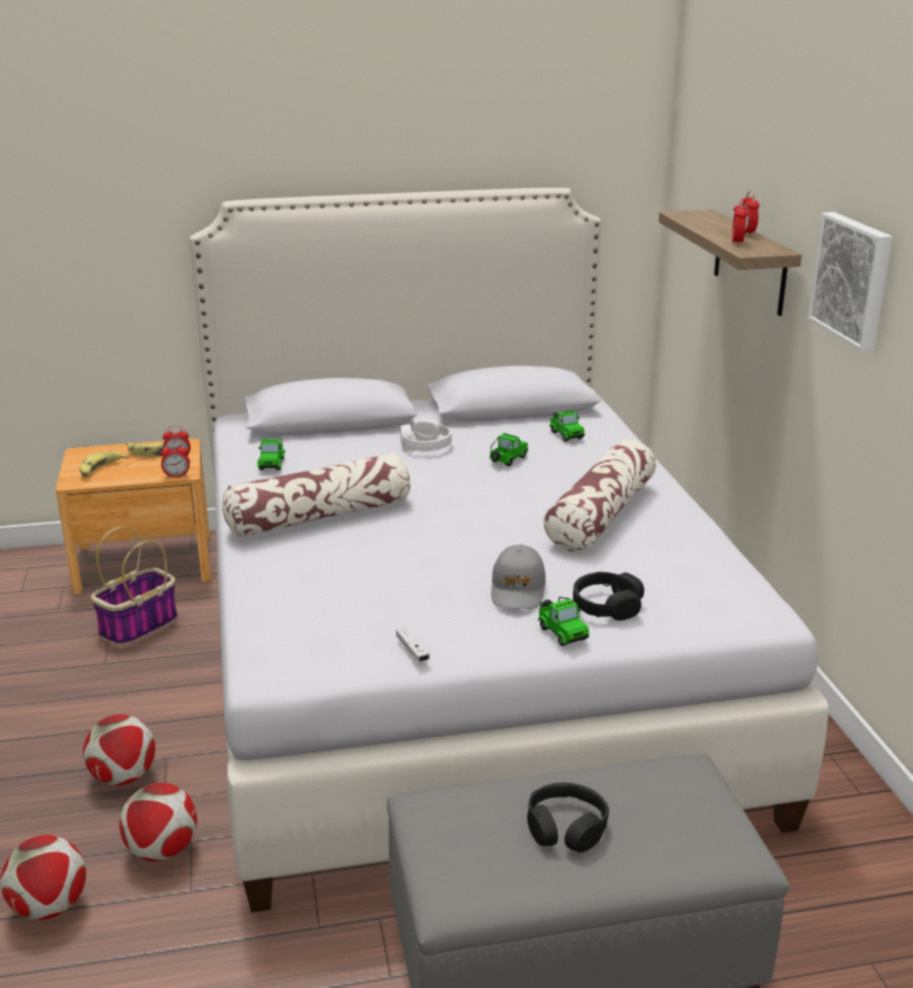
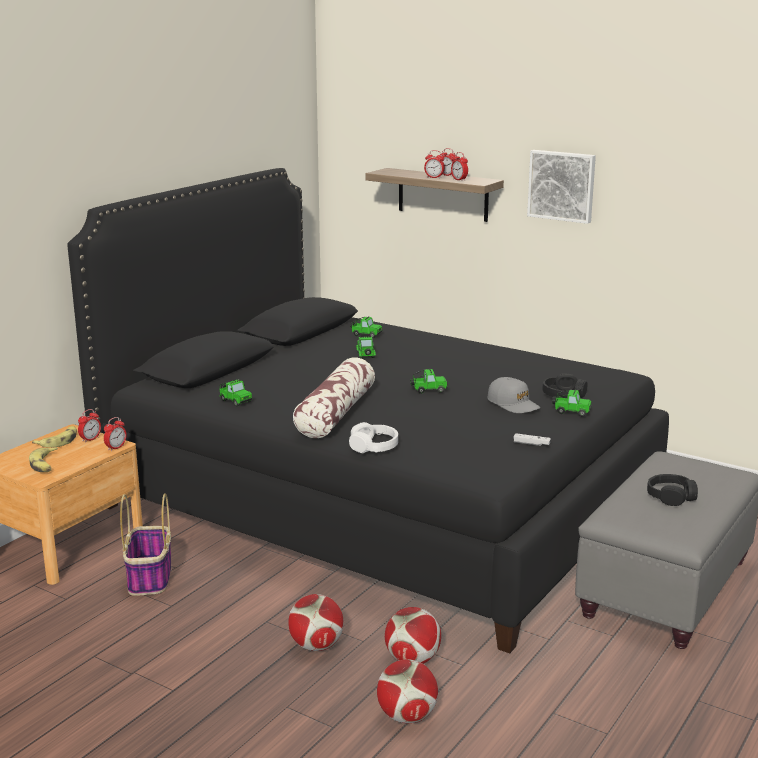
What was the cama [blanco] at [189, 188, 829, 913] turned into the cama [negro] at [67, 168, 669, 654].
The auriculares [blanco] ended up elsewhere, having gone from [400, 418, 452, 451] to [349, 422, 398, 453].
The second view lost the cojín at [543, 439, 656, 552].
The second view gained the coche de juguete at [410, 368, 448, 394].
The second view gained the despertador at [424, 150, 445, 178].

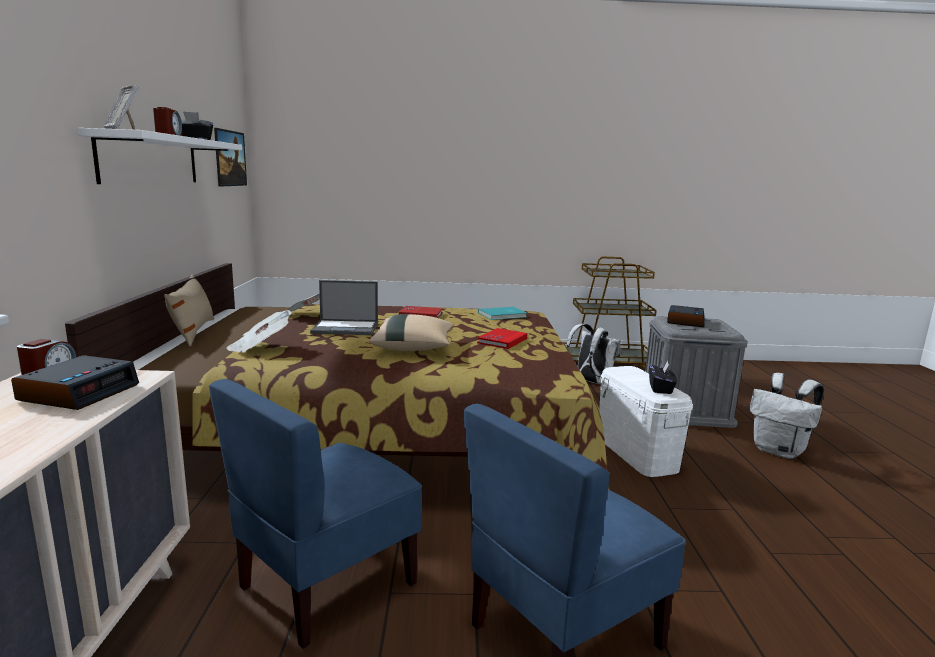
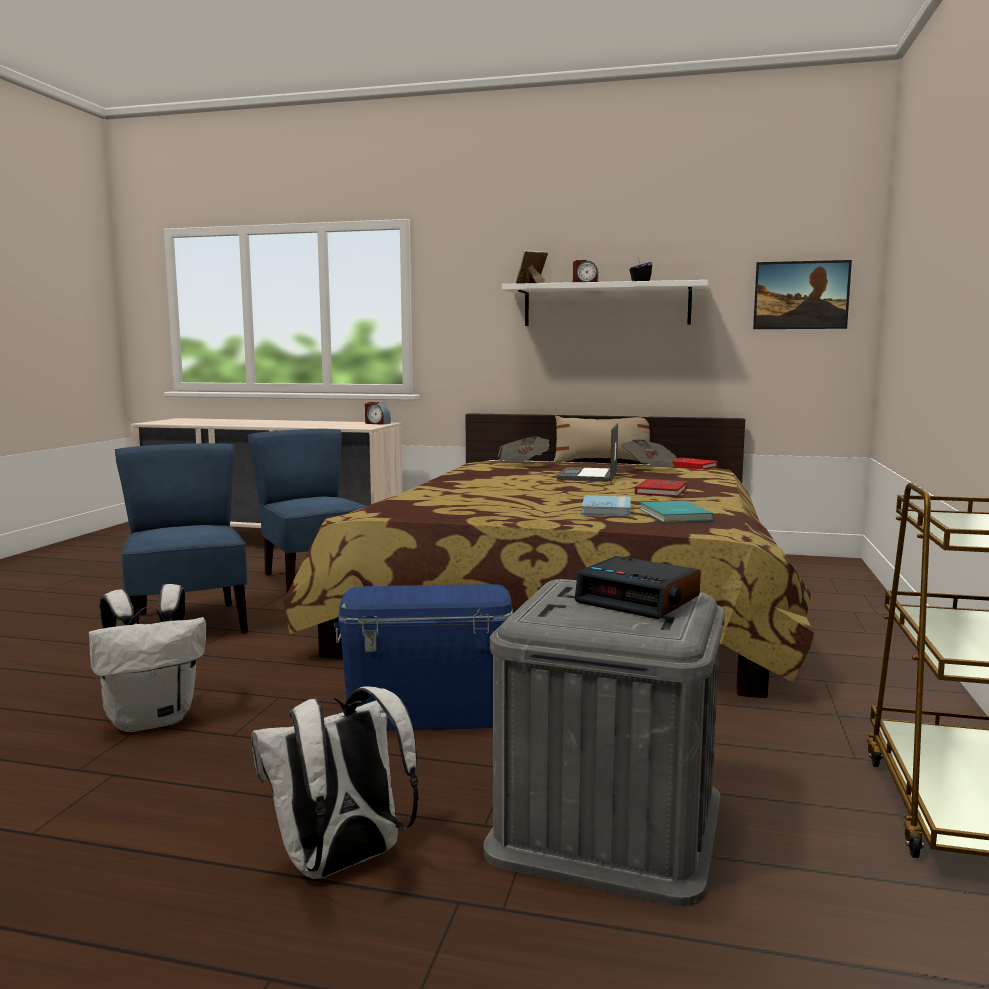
The second view lost the despertador at [11, 355, 139, 410].
The second view lost the cojín [beis] at [369, 314, 454, 351].
The libro [rojo] ended up elsewhere, having gone from [477, 328, 527, 349] to [672, 458, 718, 469].
The mochila [blanco] ended up elsewhere, having gone from [566, 324, 621, 384] to [89, 584, 206, 732].
What was the caja de almacenaje [blanco] at [599, 366, 693, 477] turned into the caja de almacenaje [azul] at [334, 584, 514, 731].
The second view lost the caja de pañuelos [negro] at [649, 361, 677, 394].
The second view gained the libro [azul] at [581, 496, 631, 516].

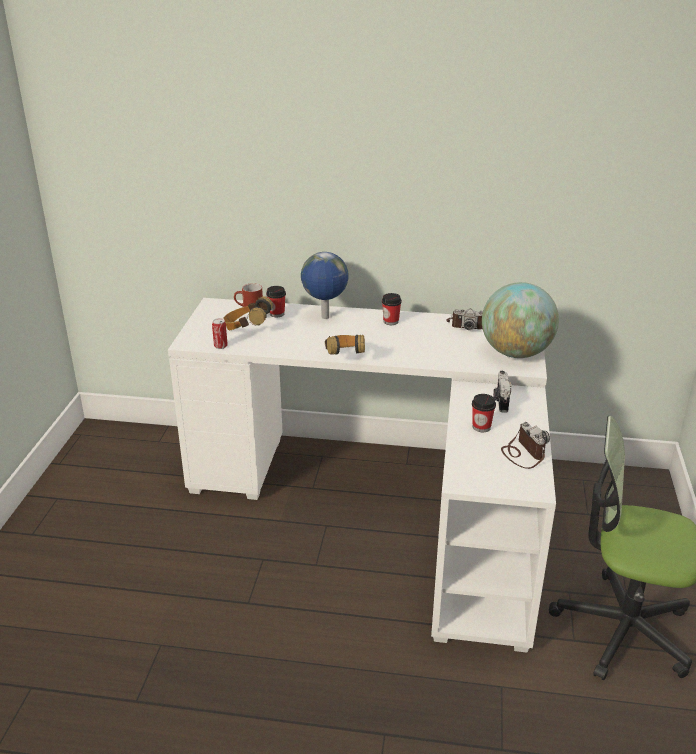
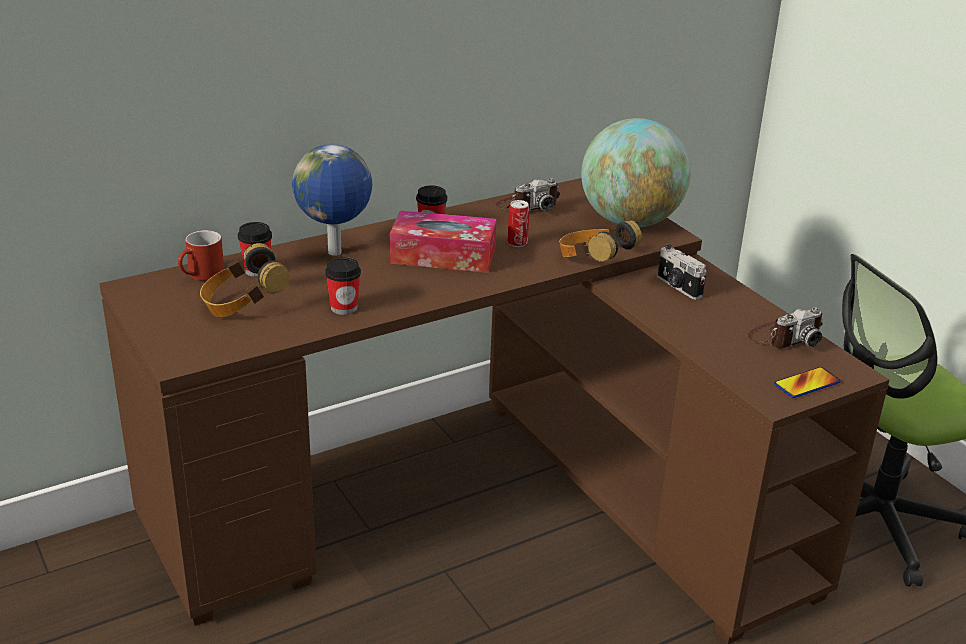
What was the escritorio [blanco] at [168, 298, 556, 652] turned into the escritorio [marrón] at [99, 178, 890, 644].
The lata ended up elsewhere, having gone from [212, 318, 228, 349] to [507, 200, 530, 247].
The auriculares ended up elsewhere, having gone from [325, 334, 365, 355] to [559, 220, 642, 262].
The taza ended up elsewhere, having gone from [472, 394, 496, 432] to [325, 257, 361, 315].
The cámara at [501, 422, 550, 469] ended up facing another way, 120 degrees clockwise from before.
The second view gained the caja de pañuelos at [390, 210, 496, 273].
The second view gained the móvil at [774, 367, 841, 398].

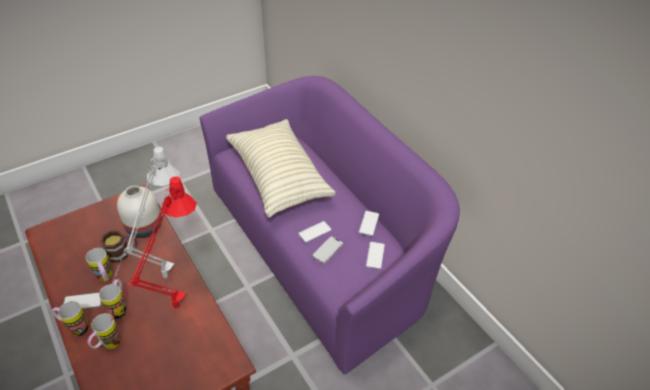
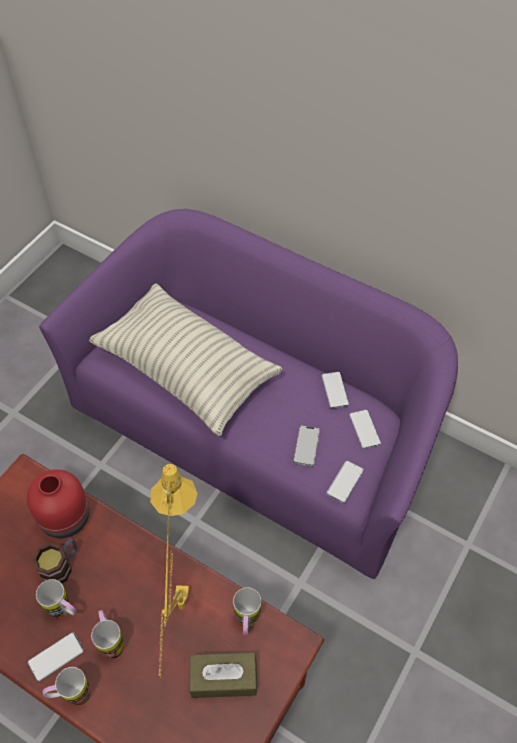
The taza grande ended up elsewhere, having gone from [88, 313, 120, 349] to [233, 587, 261, 635].
The second view lost the lámpara de mesa [gris] at [110, 147, 180, 290].
What was the lámpara de mesa [rojo] at [111, 177, 197, 322] turned into the lámpara de mesa [amarillo] at [150, 464, 198, 677].
What was the florero [blanco] at [117, 186, 162, 238] turned into the florero [rojo] at [27, 469, 90, 538].
The móvil ended up elsewhere, having gone from [298, 221, 332, 243] to [326, 460, 364, 503].
The second view gained the caja de pañuelos [marrón] at [189, 652, 257, 698].

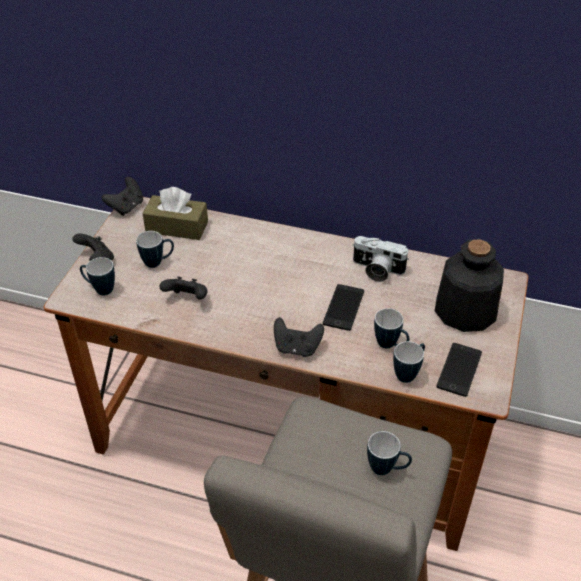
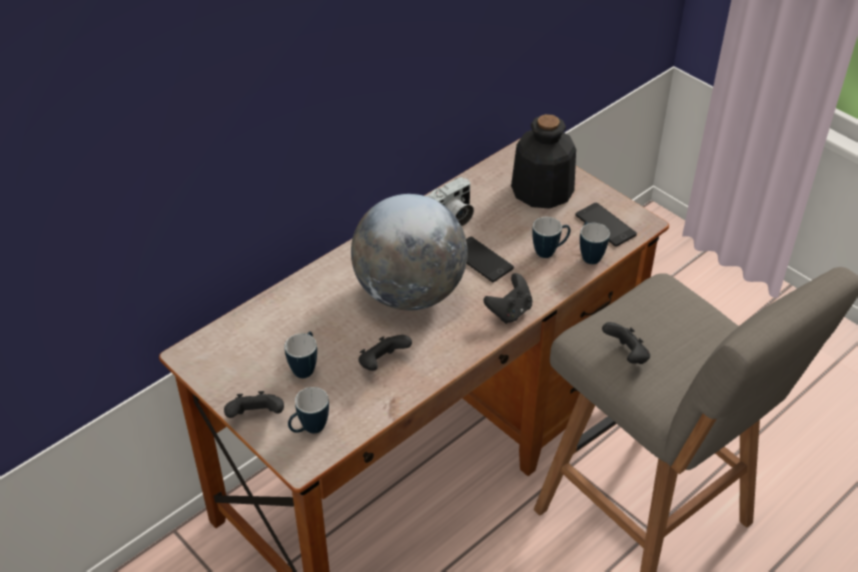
The mando de consola [negro] ended up elsewhere, having gone from [102, 177, 143, 216] to [602, 322, 650, 364].
The second view lost the caja de pañuelos [marrón] at [142, 187, 208, 240].
The second view lost the taza grande at [367, 431, 412, 475].
The second view gained the globo terráqueo at [351, 194, 468, 311].

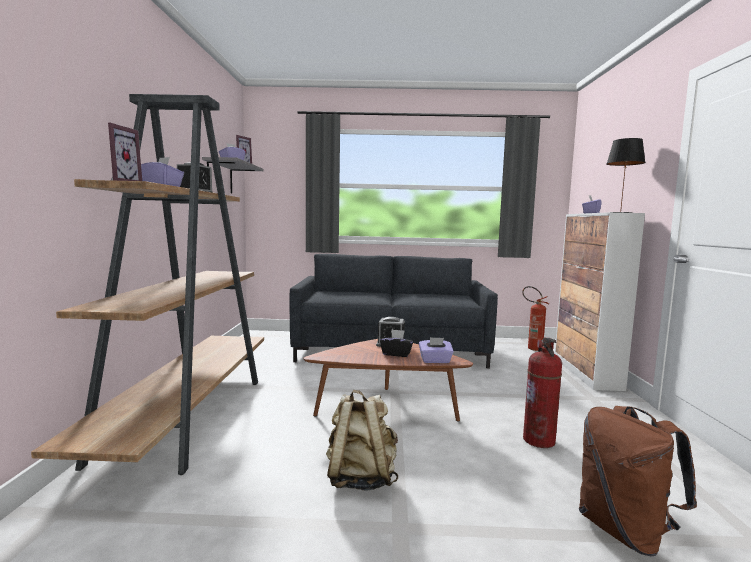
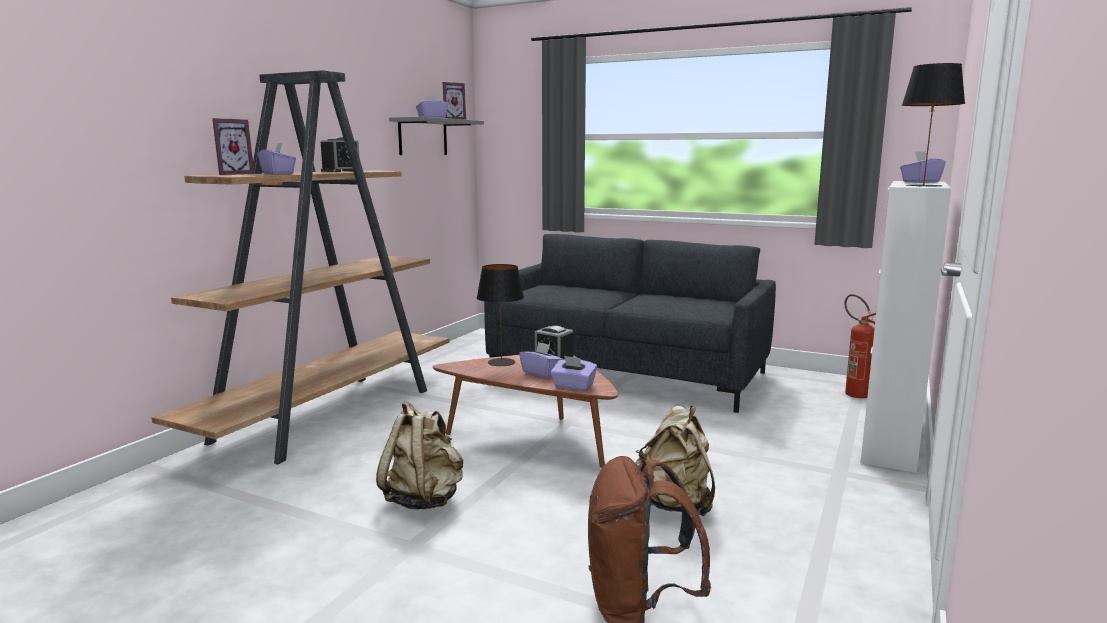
What was the caja de pañuelos [negro] at [380, 329, 413, 357] turned into the caja de pañuelos [morado] at [519, 342, 563, 378].
Where the extintor stood at [523, 338, 562, 448], the mochila [beis] came to stand at [636, 406, 715, 516].
The second view gained the lámpara de mesa [negro] at [477, 264, 524, 366].

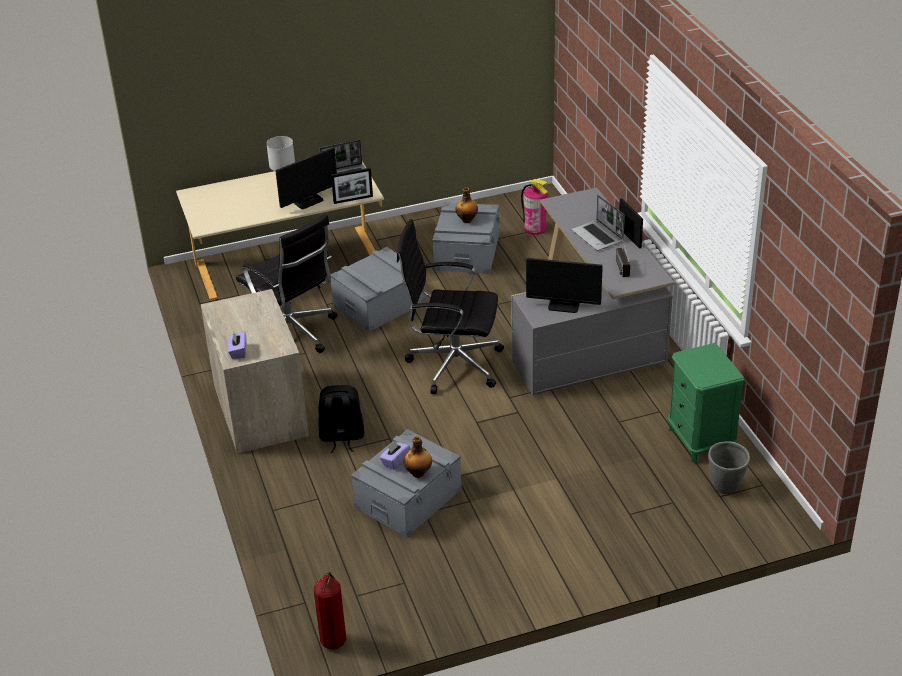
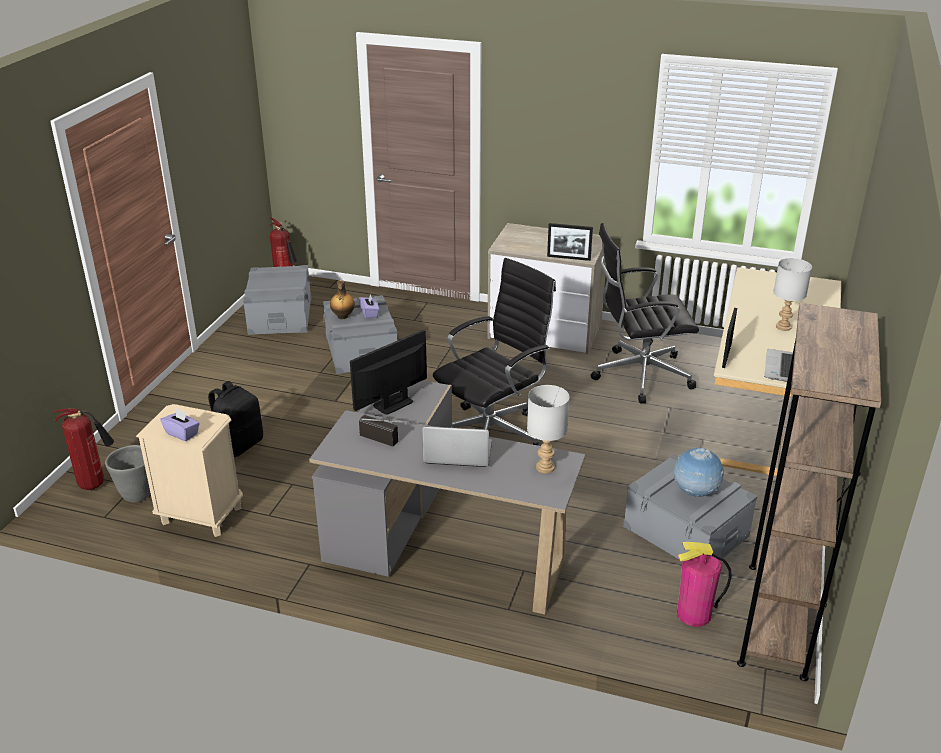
The caja de pañuelos [morado] ended up elsewhere, having gone from [228, 331, 246, 359] to [160, 408, 200, 441].
The second view lost the monitor at [276, 147, 337, 209].
The mochila [negro] ended up elsewhere, having gone from [318, 385, 364, 453] to [208, 381, 263, 457].
The caja de almacenaje [gris] ended up elsewhere, having gone from [330, 247, 426, 332] to [243, 265, 311, 335].
Where the botella stood at [456, 187, 478, 223], the globo terráqueo came to stand at [674, 448, 724, 497].
The portarretratos ended up elsewhere, having gone from [619, 198, 643, 249] to [547, 223, 593, 261].
What was the mesita de noche [verde] at [667, 343, 745, 463] turned into the mesita de noche [beis] at [136, 404, 243, 537].
The second view gained the extintor at [53, 408, 114, 490].
The second view gained the lámpara de mesa [gris] at [527, 385, 570, 474].
The second view gained the estantería [marrón] at [737, 303, 881, 681].

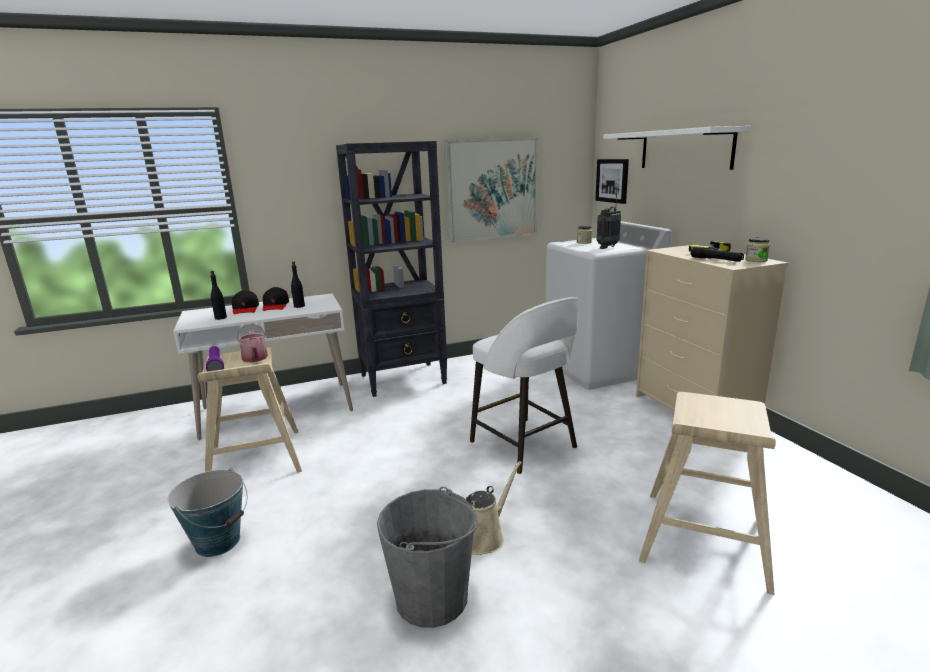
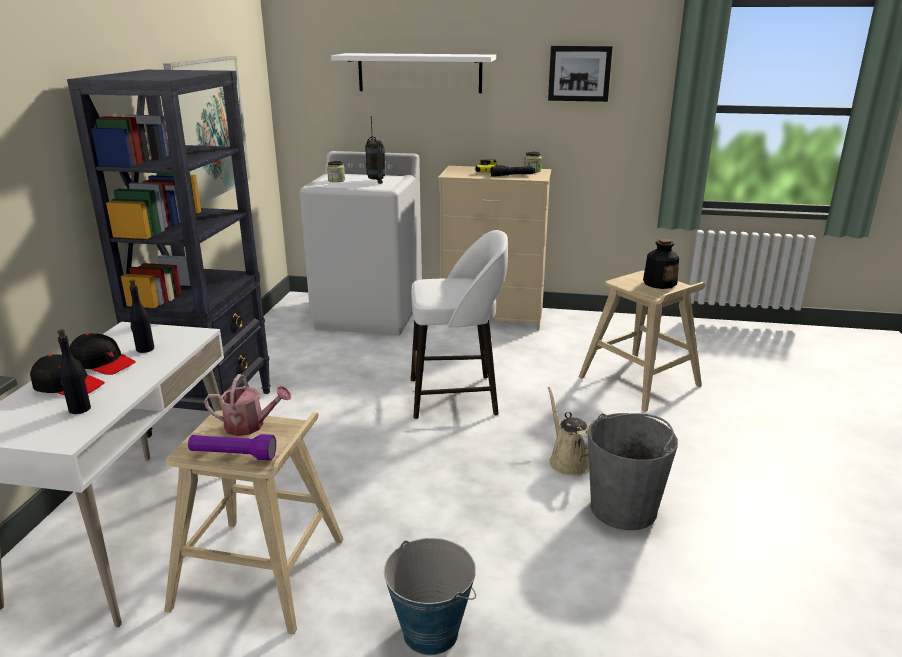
The cuadro ended up elsewhere, having gone from [595, 159, 629, 204] to [548, 46, 613, 102].
The second view gained the botella at [643, 239, 679, 289].

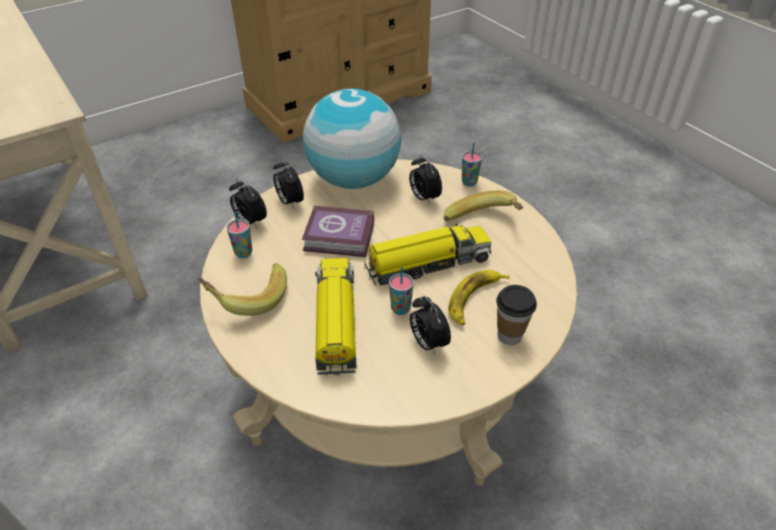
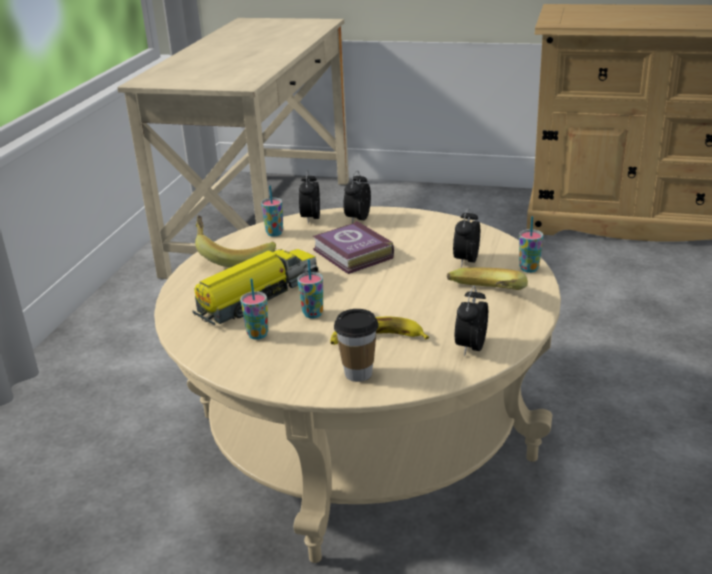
The second view lost the globo terráqueo at [303, 88, 401, 189].
The second view lost the camión de juguete at [364, 222, 491, 286].
The despertador ended up elsewhere, having gone from [410, 296, 451, 355] to [455, 286, 488, 356].
The second view gained the taza at [240, 278, 268, 340].

